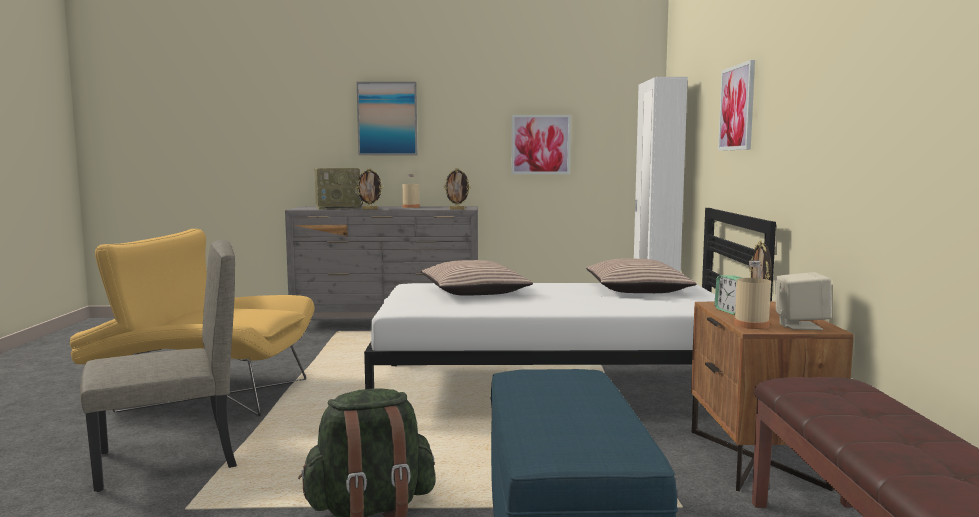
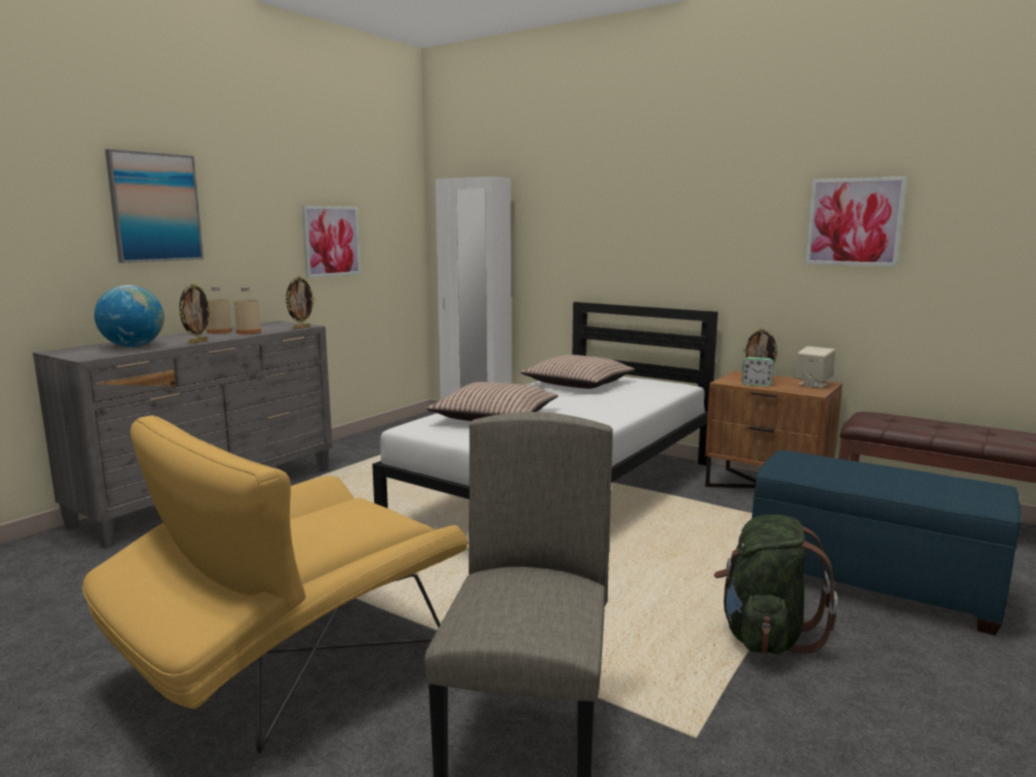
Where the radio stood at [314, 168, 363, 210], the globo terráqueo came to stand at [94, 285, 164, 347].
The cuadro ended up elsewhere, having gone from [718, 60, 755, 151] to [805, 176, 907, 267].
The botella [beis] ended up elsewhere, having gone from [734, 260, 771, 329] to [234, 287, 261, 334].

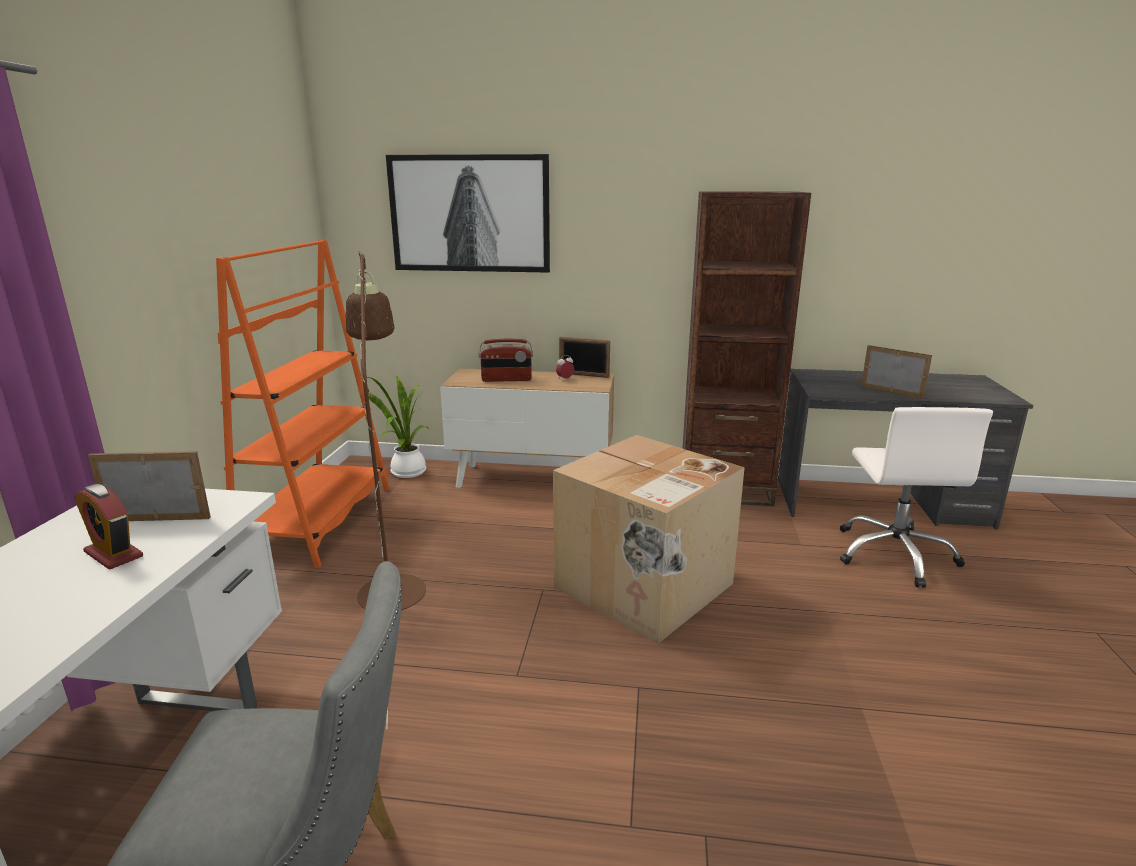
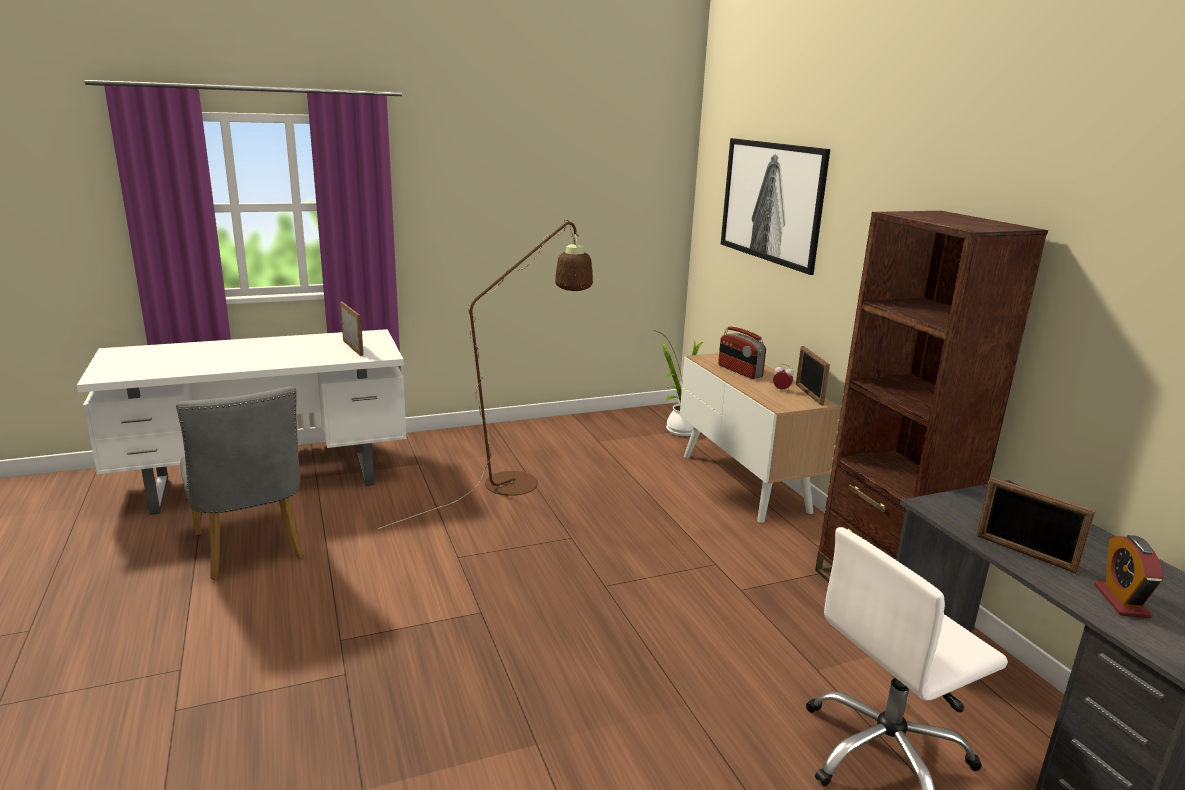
The despertador ended up elsewhere, having gone from [75, 484, 143, 569] to [1094, 535, 1164, 618].
The second view lost the estantería [naranja] at [216, 240, 390, 568].
The second view lost the caja de cartón at [553, 435, 745, 643].
The portarretratos at [861, 345, 932, 399] ended up facing another way, 120 degrees clockwise from before.

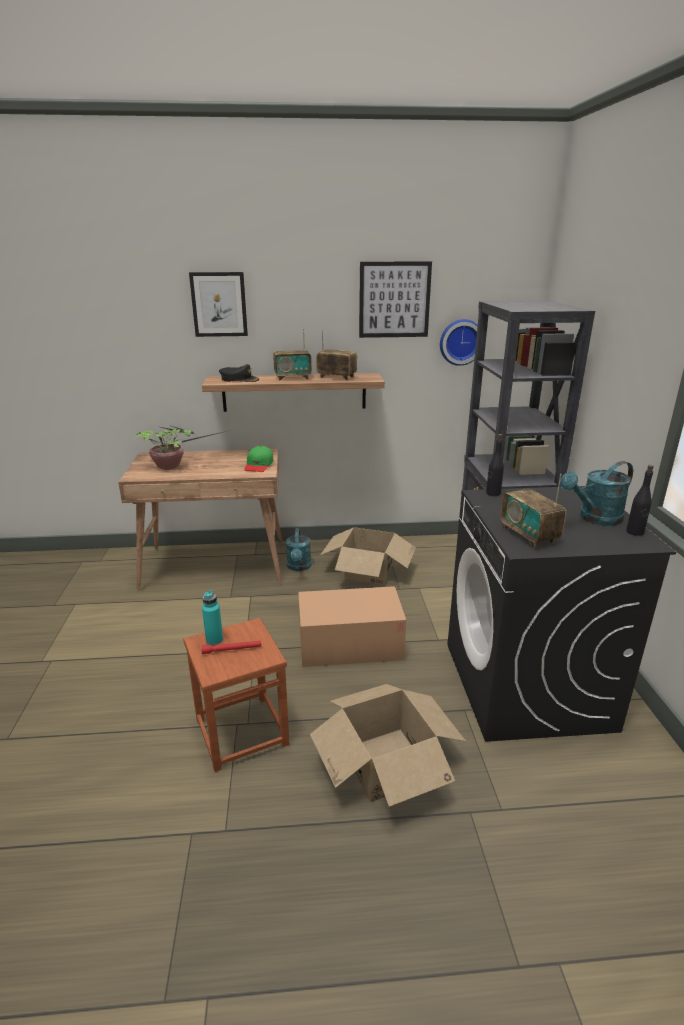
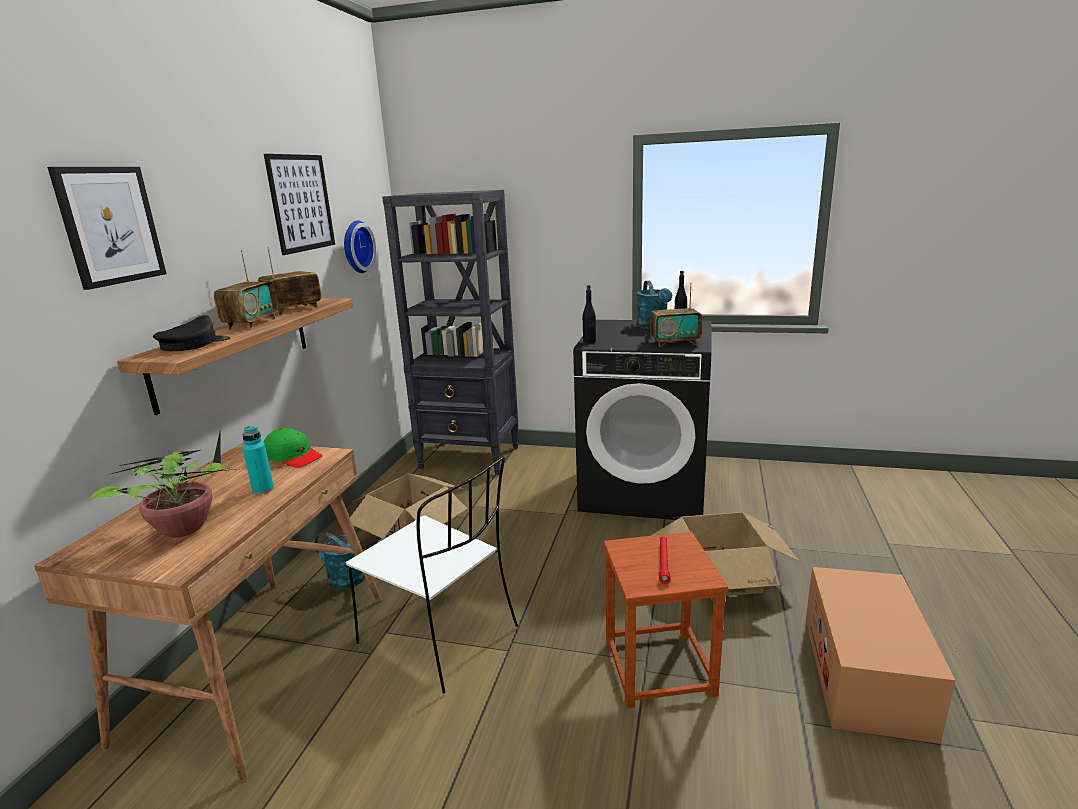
The botella [turquesa] ended up elsewhere, having gone from [202, 590, 223, 646] to [242, 426, 274, 494].
The caja de cartón ended up elsewhere, having gone from [298, 586, 406, 667] to [806, 567, 955, 744].
The second view gained the silla [blanco] at [346, 456, 518, 694].

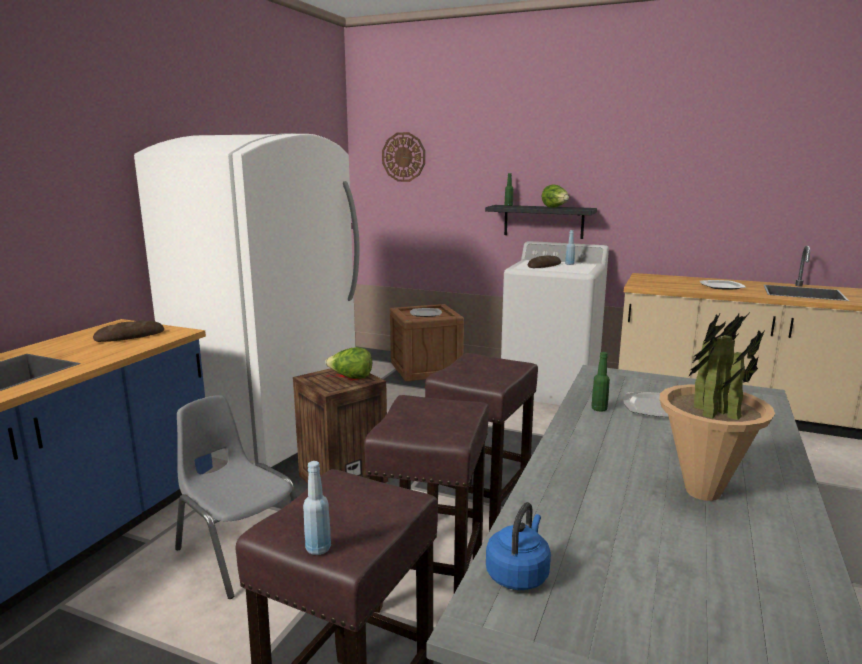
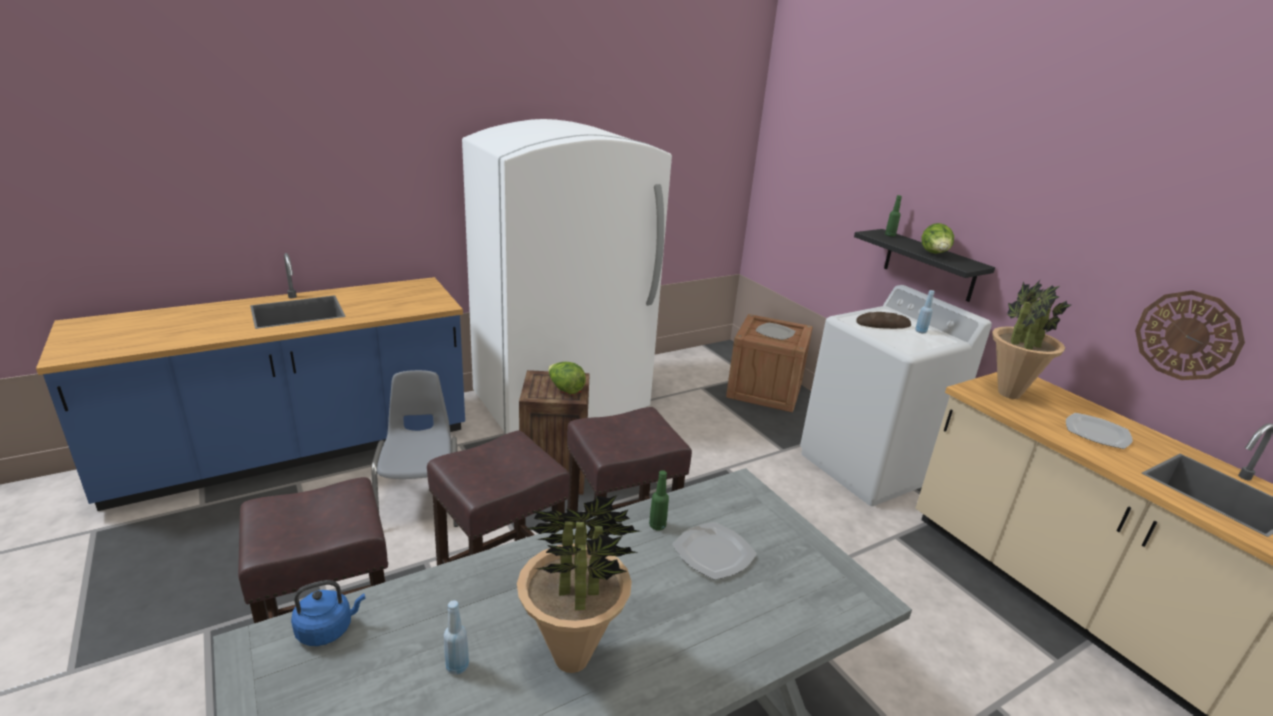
The second view lost the pan at [93, 320, 164, 342].
The botella [azul] ended up elsewhere, having gone from [303, 461, 331, 555] to [444, 600, 469, 675].
The reloj de pared ended up elsewhere, having gone from [382, 132, 425, 182] to [1135, 290, 1245, 380].
The second view gained the planta en maceta at [992, 280, 1071, 399].

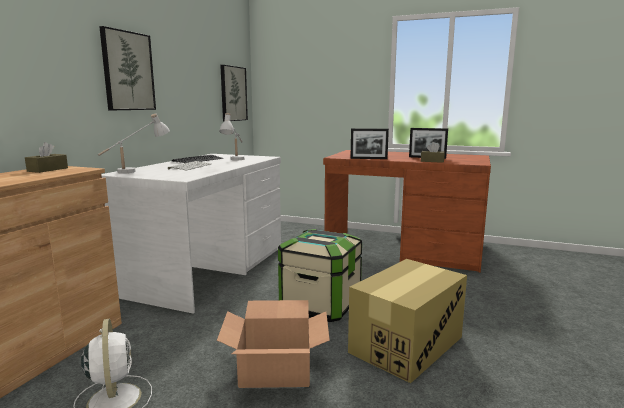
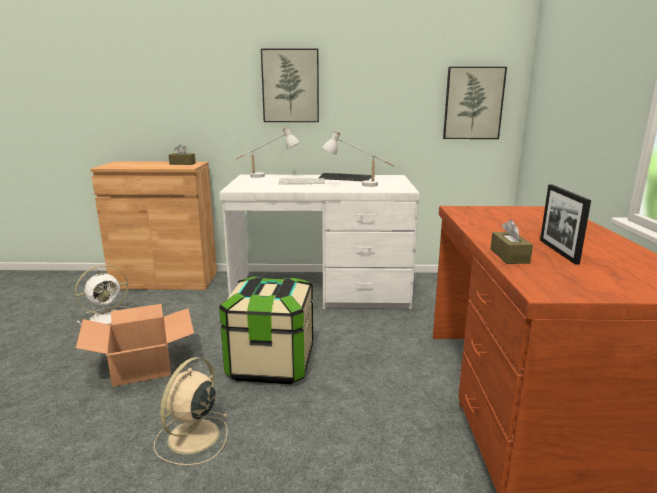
Where the caja de cartón stood at [348, 259, 467, 383], the ventilador [beis] came to stand at [153, 357, 228, 465].
The second view lost the portarretratos at [350, 128, 389, 159].

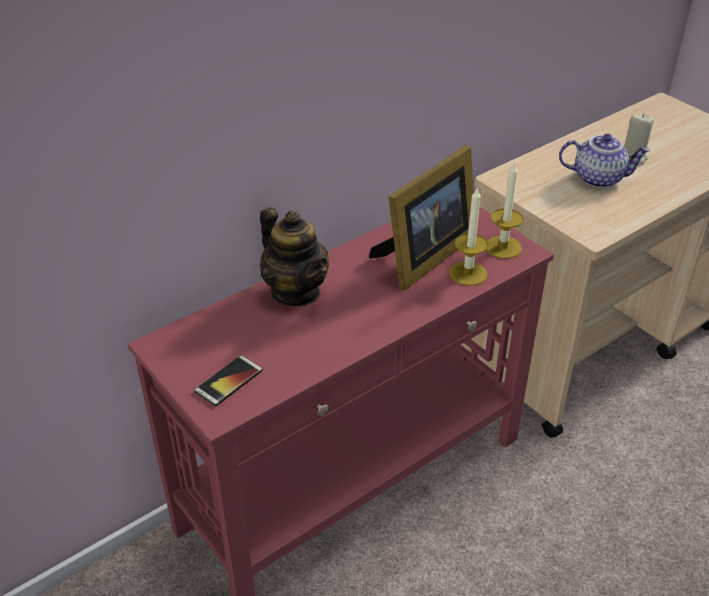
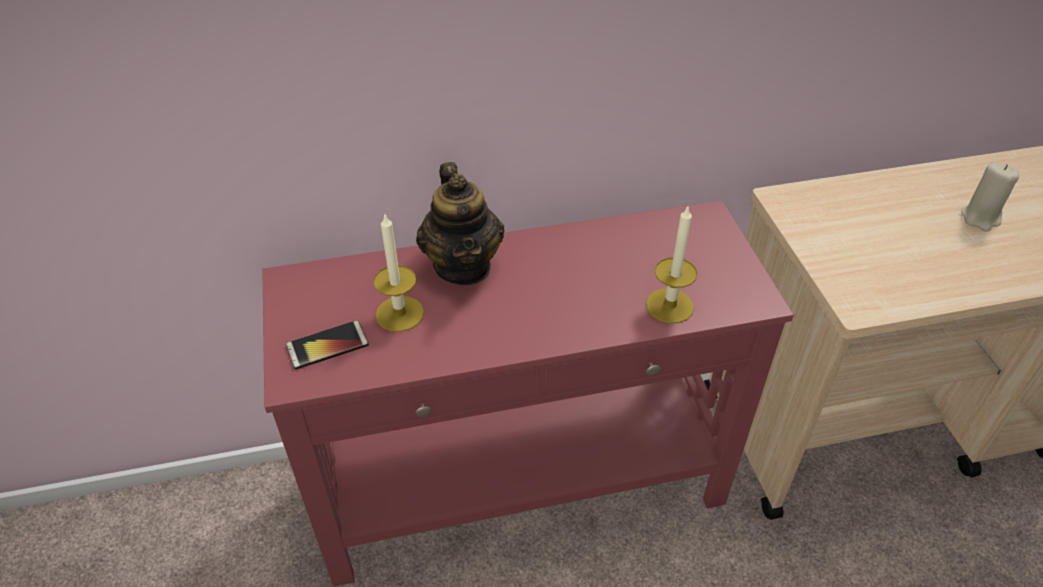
The second view lost the portarretratos at [369, 145, 477, 291].
The vela ended up elsewhere, having gone from [486, 162, 523, 259] to [373, 215, 424, 332].
The second view lost the tetera at [559, 134, 650, 188].

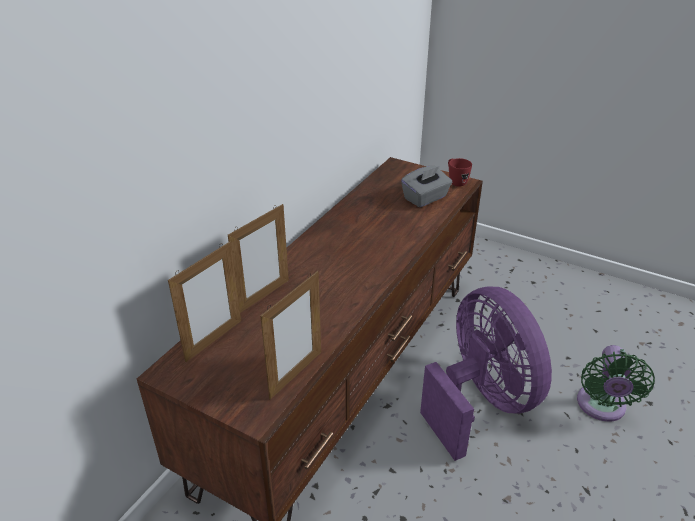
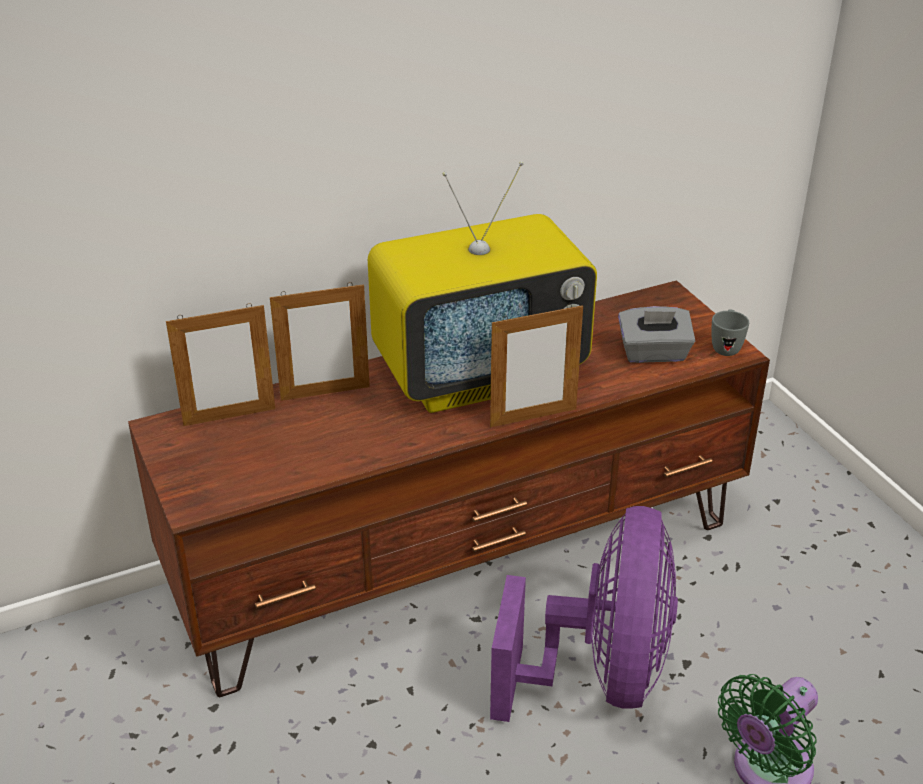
The portarretratos ended up elsewhere, having gone from [260, 271, 321, 400] to [490, 304, 583, 427].
What was the taza grande [rojo] at [448, 158, 472, 187] turned into the taza grande [gris] at [711, 310, 749, 356].
The second view gained the televisor at [368, 161, 597, 413].

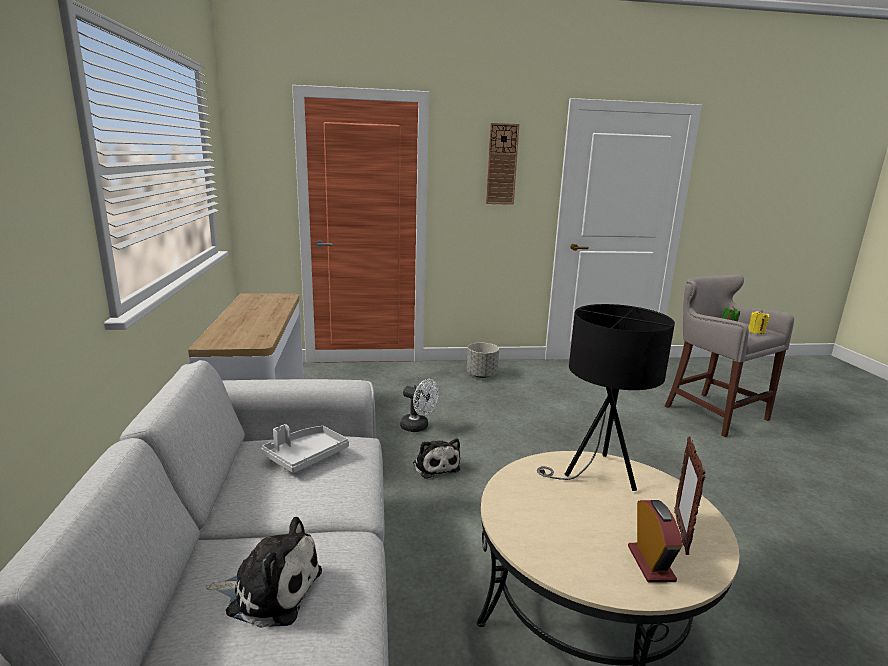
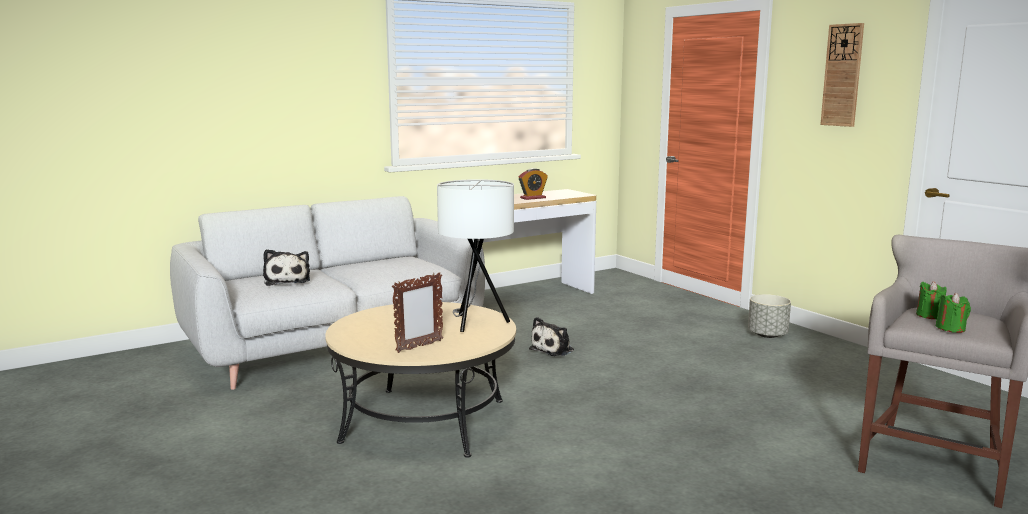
The second view lost the bandeja [gris] at [261, 424, 349, 473].
The second view lost the ventilador [blanco] at [400, 379, 439, 432].
What was the lámpara de mesa [negro] at [537, 304, 675, 491] turned into the lámpara de mesa [blanco] at [437, 179, 514, 332].
The despertador ended up elsewhere, having gone from [628, 500, 683, 583] to [519, 168, 548, 200].
The portarretratos at [674, 437, 705, 555] ended up facing another way, 150 degrees clockwise from before.
What was the vela [amarillo] at [748, 310, 769, 334] turned into the vela [verde] at [936, 293, 971, 333].

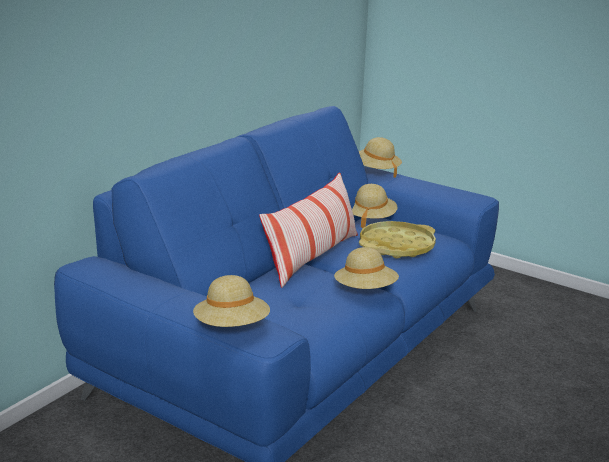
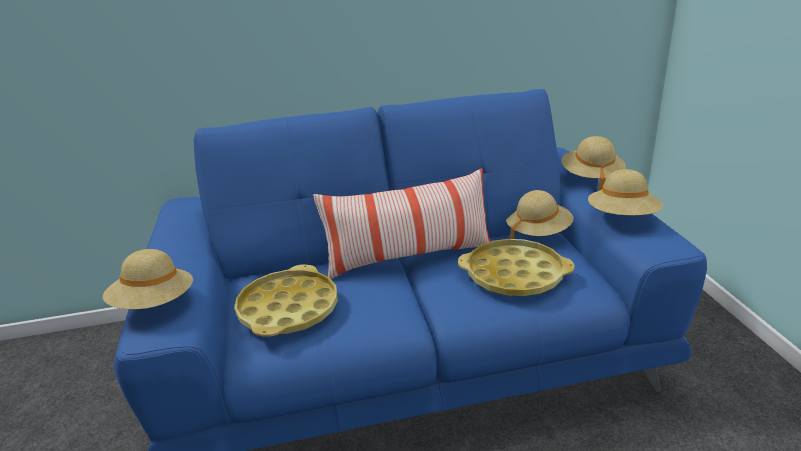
The sombrero [beis] ended up elsewhere, having gone from [334, 247, 399, 289] to [588, 169, 663, 215].
The second view gained the bandeja [amarillo] at [235, 265, 338, 337].

